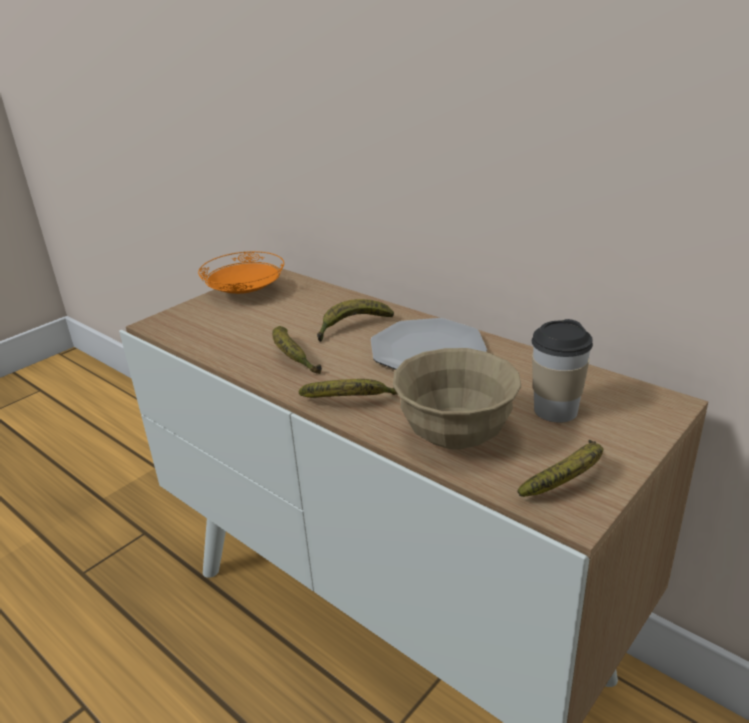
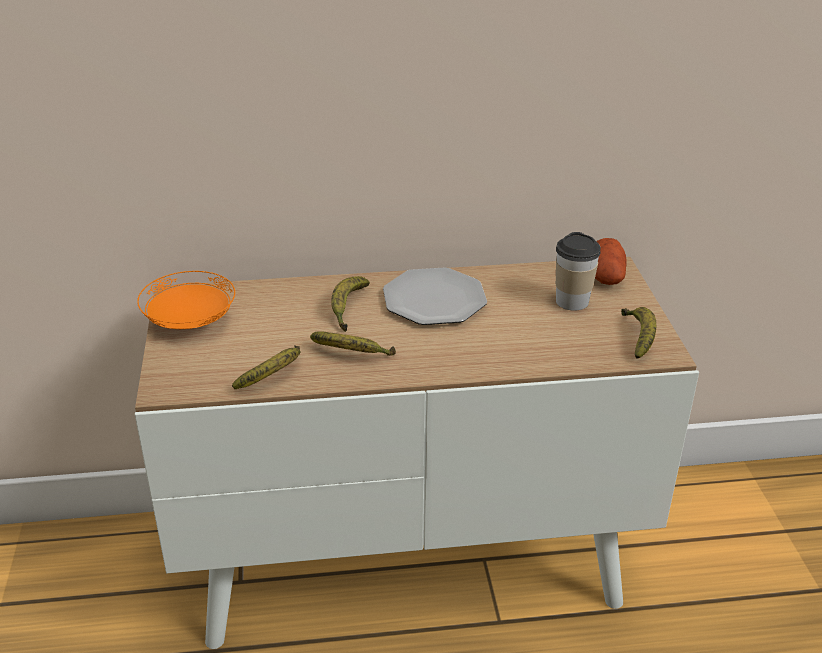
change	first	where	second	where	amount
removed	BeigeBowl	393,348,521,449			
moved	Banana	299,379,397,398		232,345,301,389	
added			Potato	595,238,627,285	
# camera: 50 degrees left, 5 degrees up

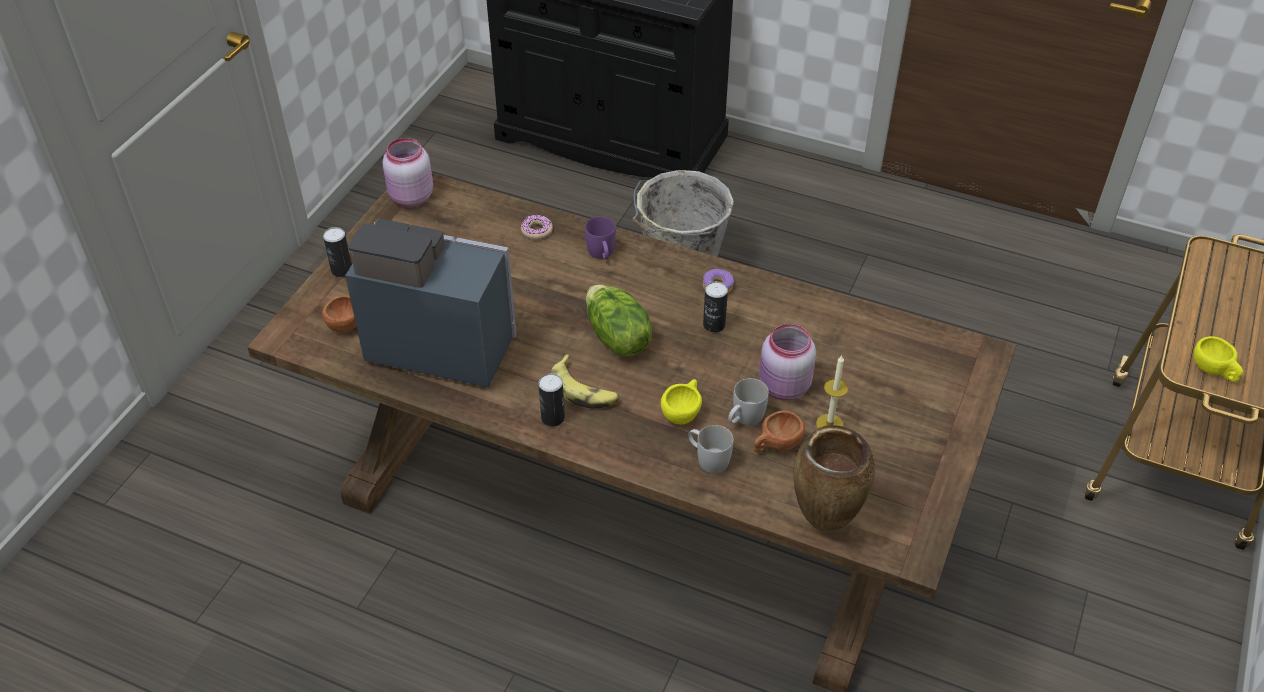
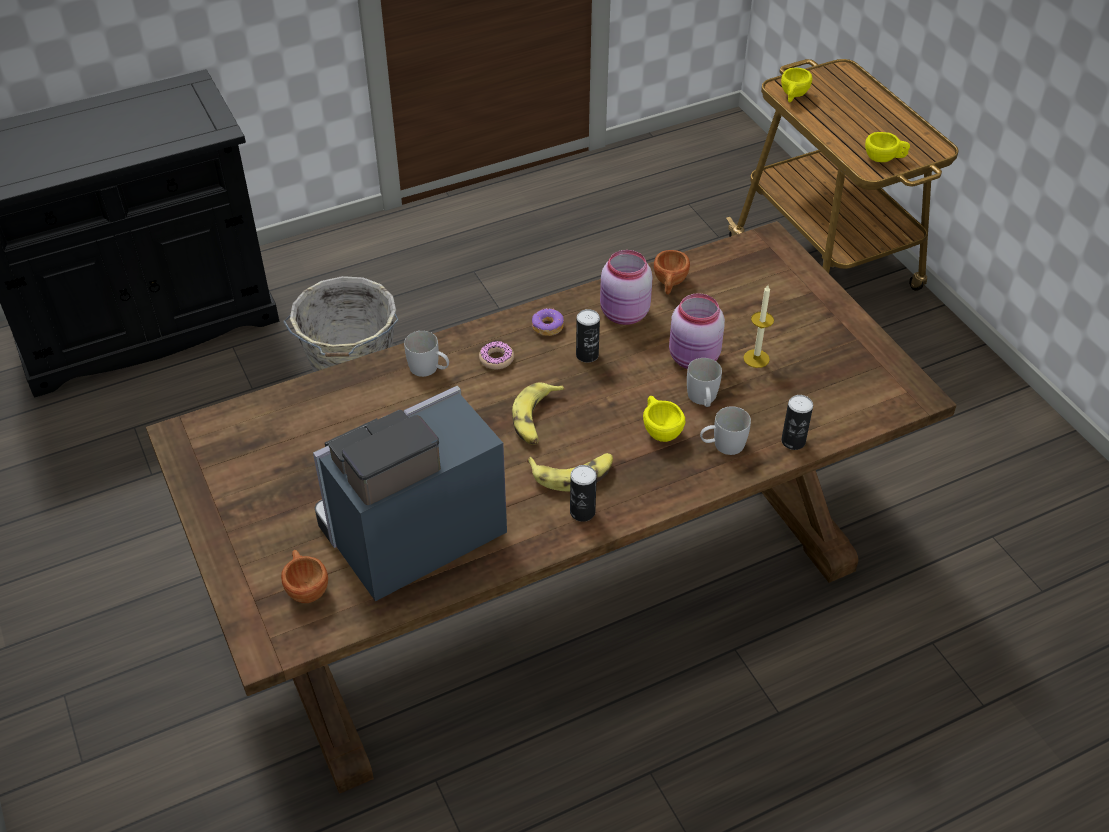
change	first	where	second	where	amount
moved	PinkJar	382,138,433,207		600,250,653,325	
moved	Donut	521,215,553,240		479,341,514,369	
recoloured	PurpleMug	585,216,616,260	WhiteMug	404,331,449,377	
moved	Can	323,227,352,277		781,395,813,450	
replaced	Lettuce	586,285,652,356	Banana	512,382,565,445	
moved	BrownCup	754,410,805,453		654,250,690,295	
removed	BrownVase	793,425,875,532			
added			YellowCup	781,68,812,103	
# camera: 50 degrees left, 0 degrees up

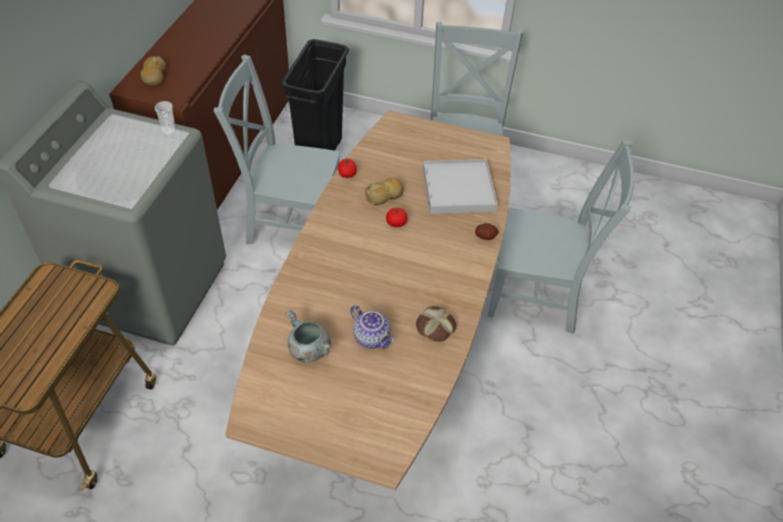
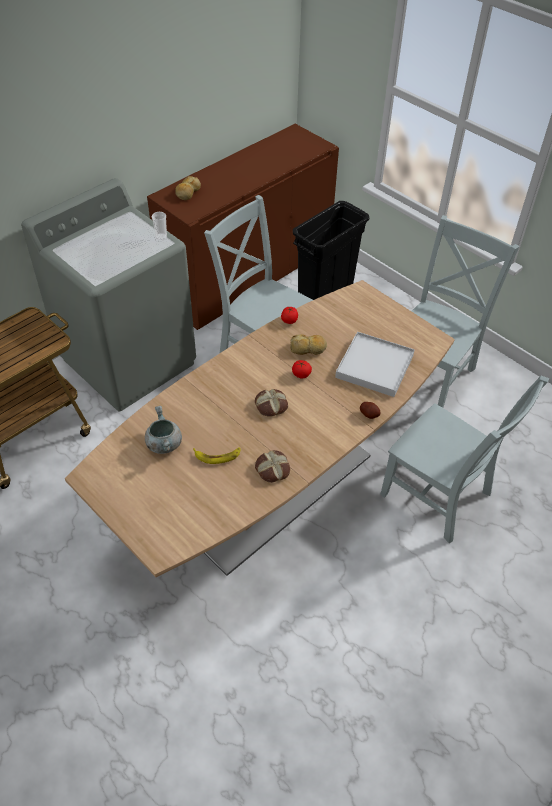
change	first	where	second	where	amount
replaced	Teapot	350,305,394,349	Banana	193,447,241,464	
added			Bread	255,389,288,417	
# camera: 30 degrees right, 0 degrees up

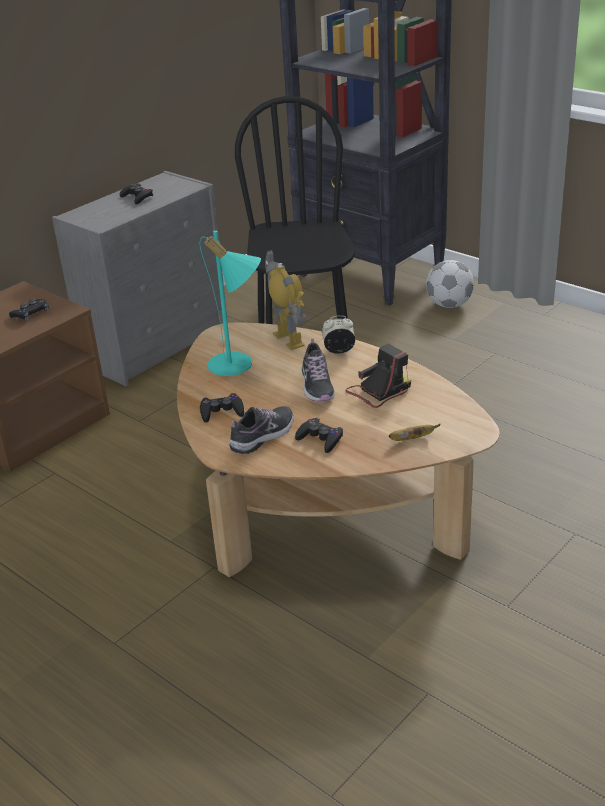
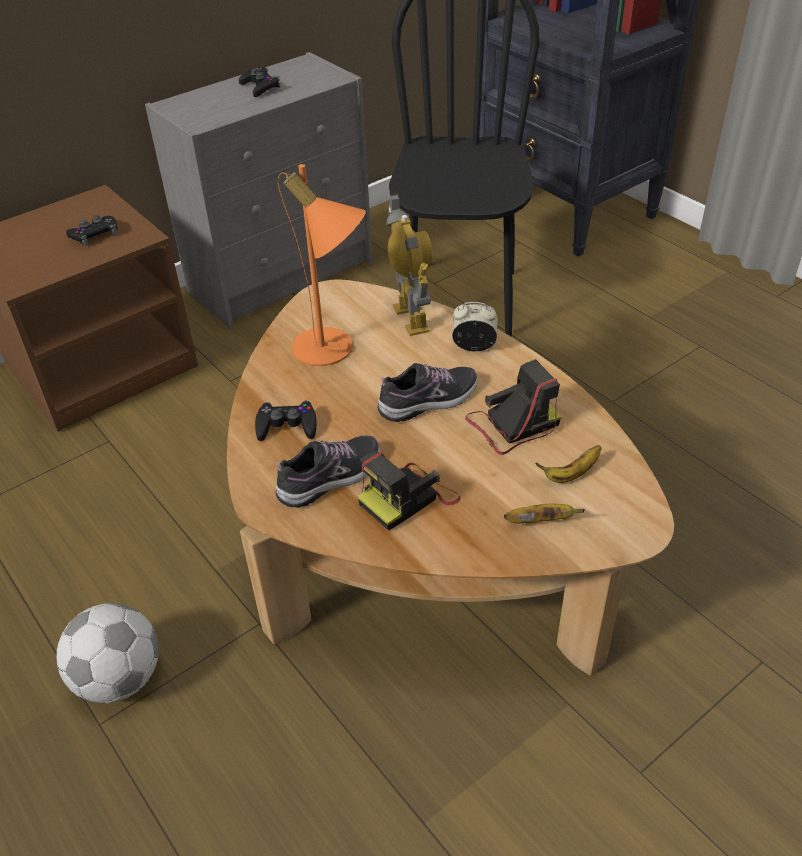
change	first	where	second	where	amount
recoloured	TurquoiseTableLamp	199,230,261,376	OrangeTableLamp	277,164,366,366	
moved	Football	426,260,474,308		56,603,159,703	
turned	Shoe	302,339,335,402		378,363,477,422	120 degrees counterclockwise
replaced	BlackGameController	295,418,343,453	PhotoCamera	357,451,461,531	
added			Banana	535,445,601,483	
# camera: 10 degrees right, 10 degrees up

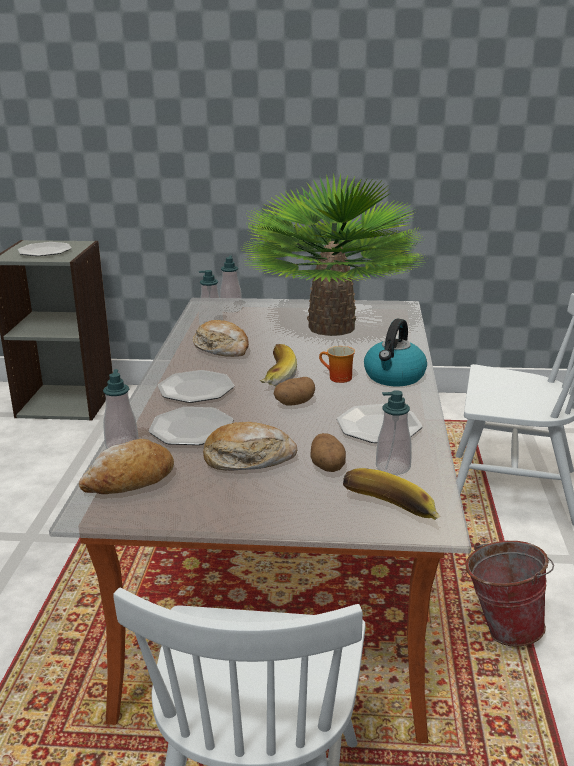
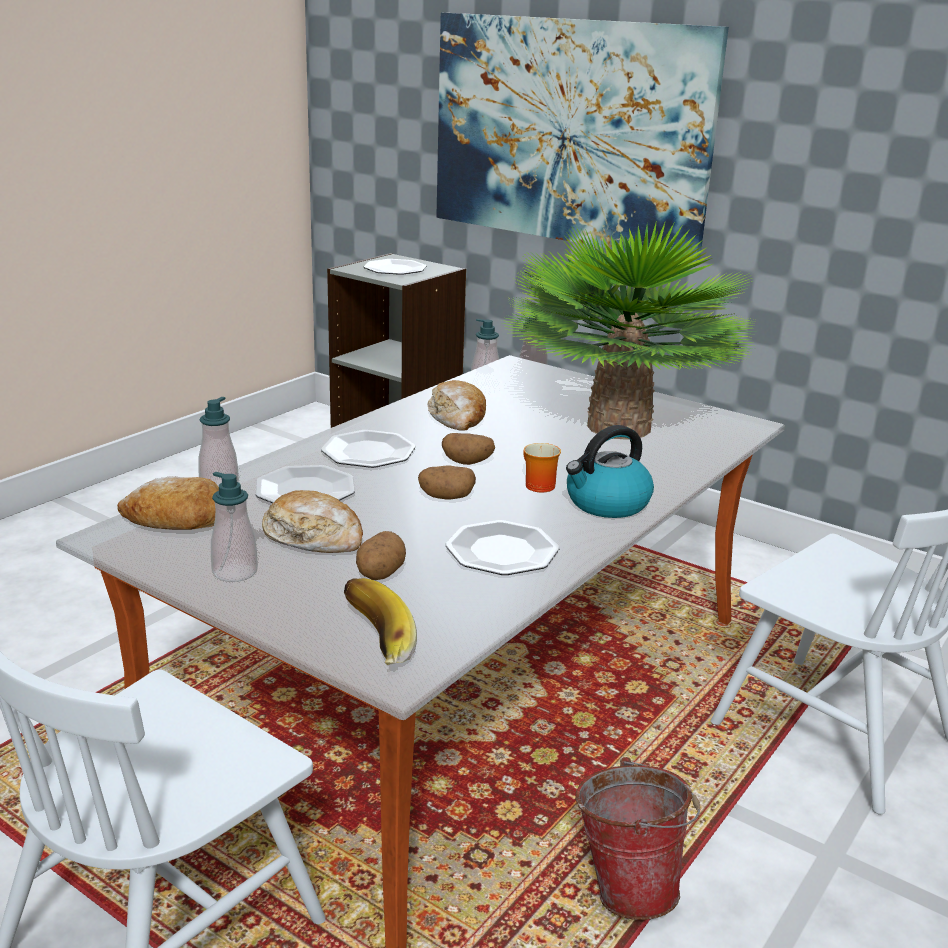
change	first	where	second	where	amount
replaced	Banana	260,344,297,386	Potato	442,433,495,465	
moved	SoapDispenser	376,390,412,475		211,472,258,582	
added			Picture	436,13,729,263	
# camera: 30 degrees right, 0 degrees up

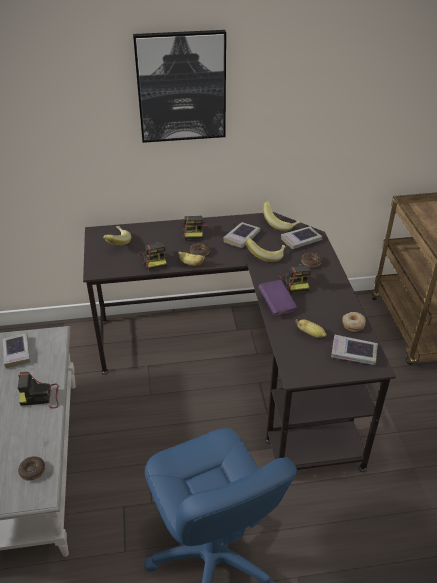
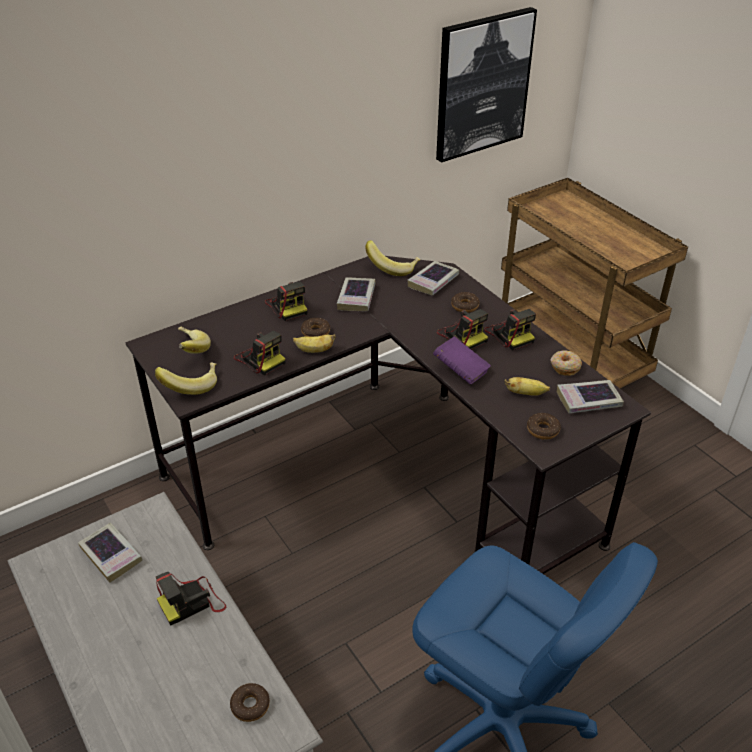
change	first	where	second	where	amount
moved	Picture	133,30,226,143		436,7,537,162	
moved	Banana	246,238,286,262		155,362,217,395	
added			PhotoCamera	484,309,536,350	
added			Donut	527,413,561,440	
# camera: 25 degrees left, 0 degrees up

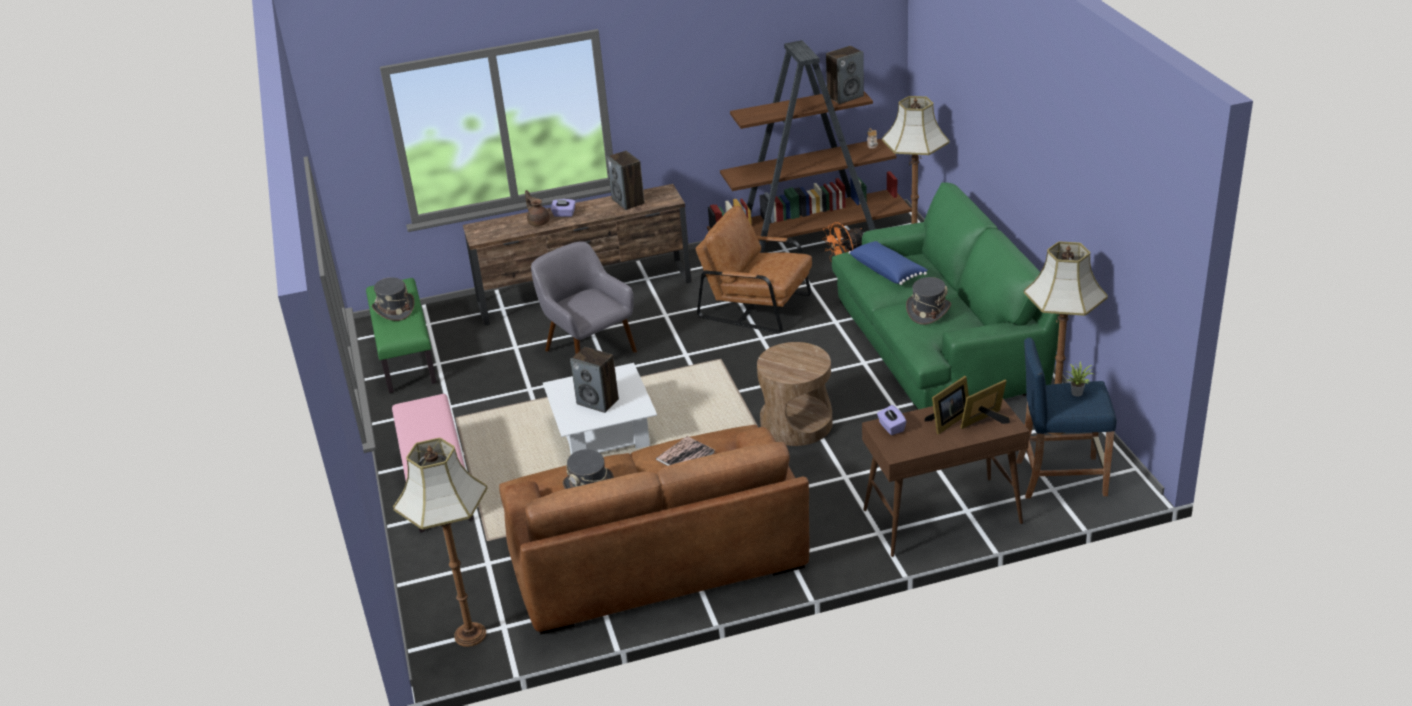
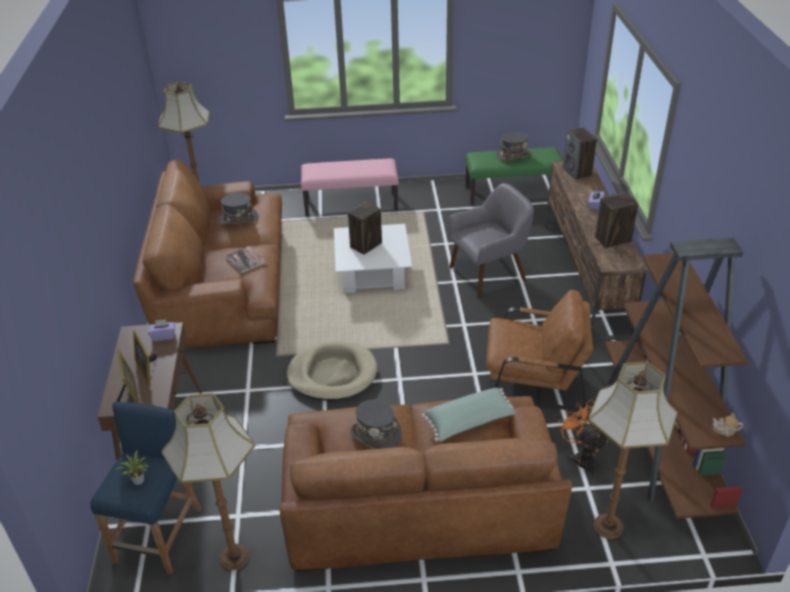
change	first	where	second	where	amount
moved	Speaker	826,46,864,104		563,127,597,180	
recoloured	GreenSofa	832,182,1060,410	BrownSofa	280,396,572,572	
removed	BrownTeapot	525,190,550,226			
turned	BrownArmchair	696,206,812,334		486,290,593,411	60 degrees clockwise
recoloured	BluePillow	849,241,928,285	GreenPillow	421,388,516,441	
replaced	BrownSideTable	757,342,833,446	BeigeDogBed	287,341,377,401	
# camera: 100 degrees right, 5 degrees up

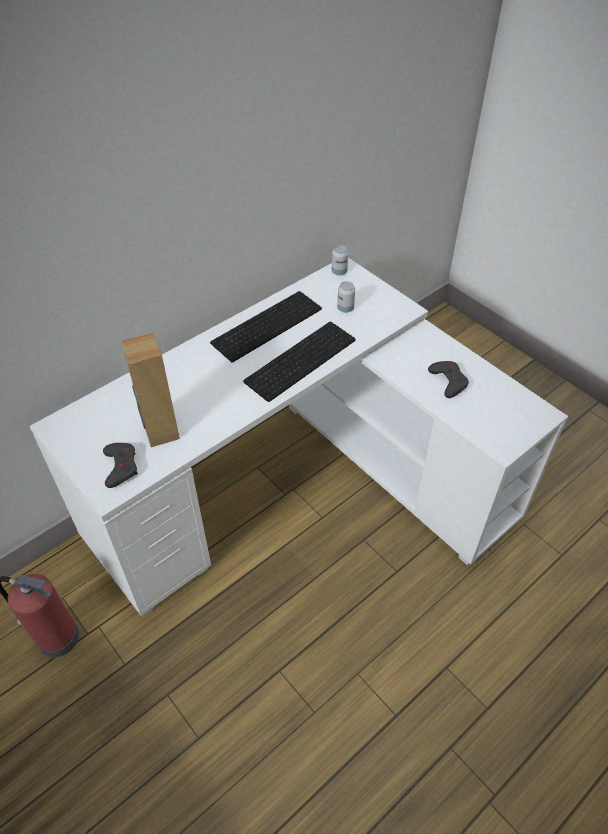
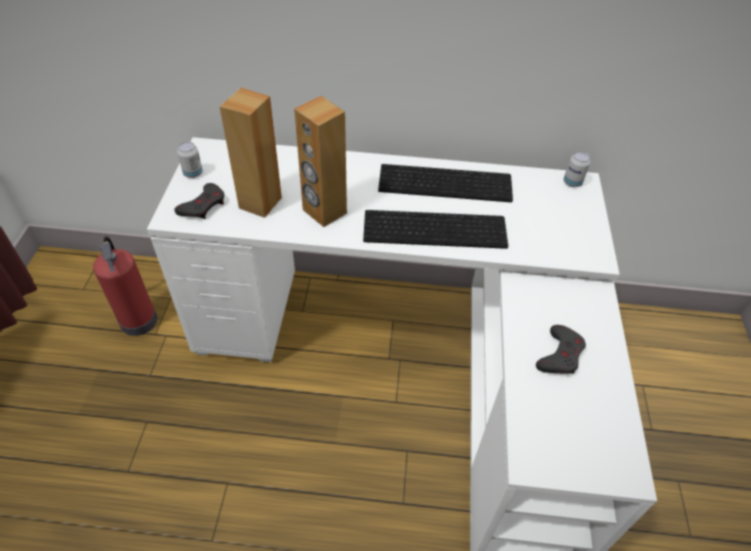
change	first	where	second	where	amount
moved	Can	337,281,355,313		177,142,203,178	
added			BrownSpeaker	294,96,347,227	
# camera: 45 degrees right, 0 degrees up

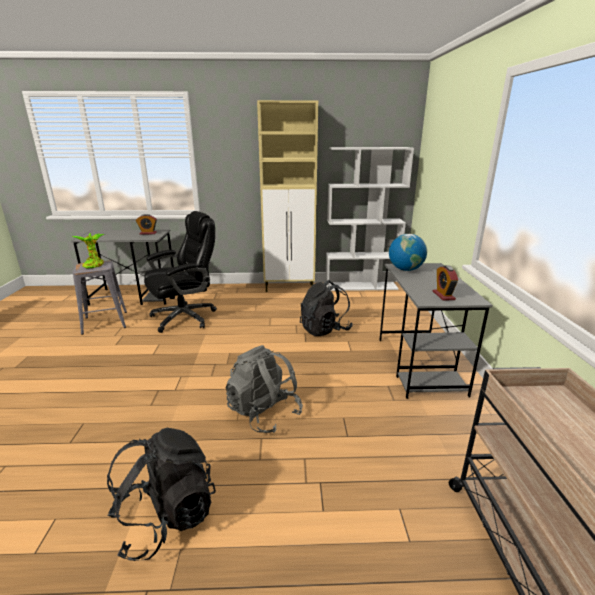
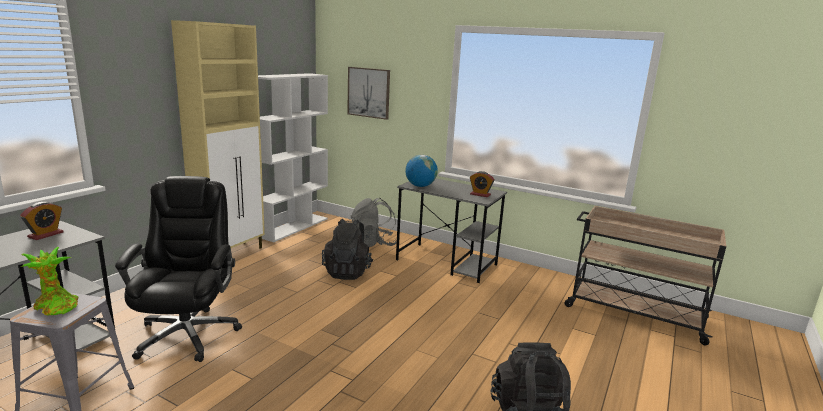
change	first	where	second	where	amount
moved	GreyBackpack	226,345,303,433		351,198,397,247	
added			Picture	347,67,390,120	
# camera: 60 degrees left, 5 degrees down

